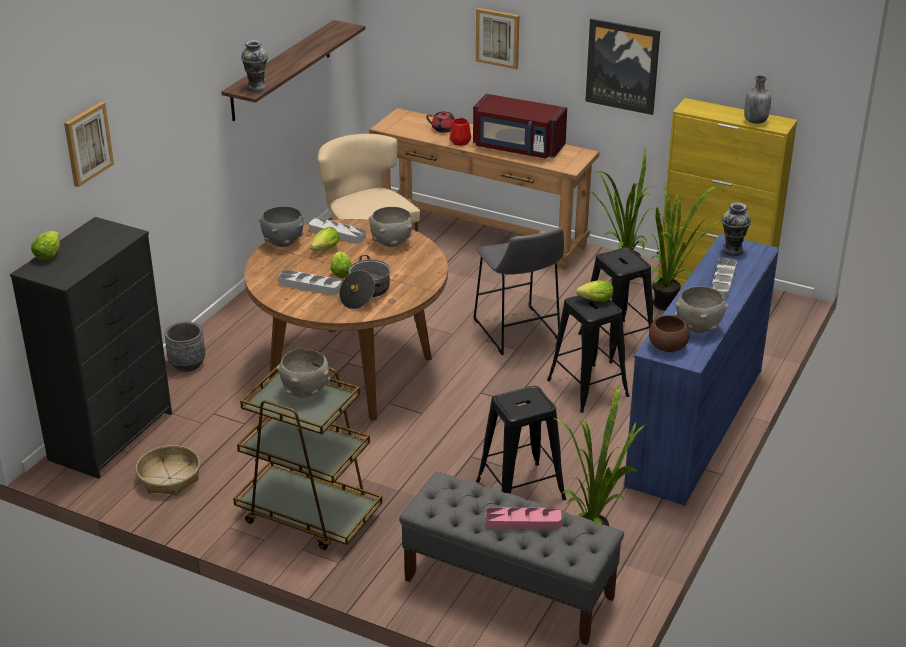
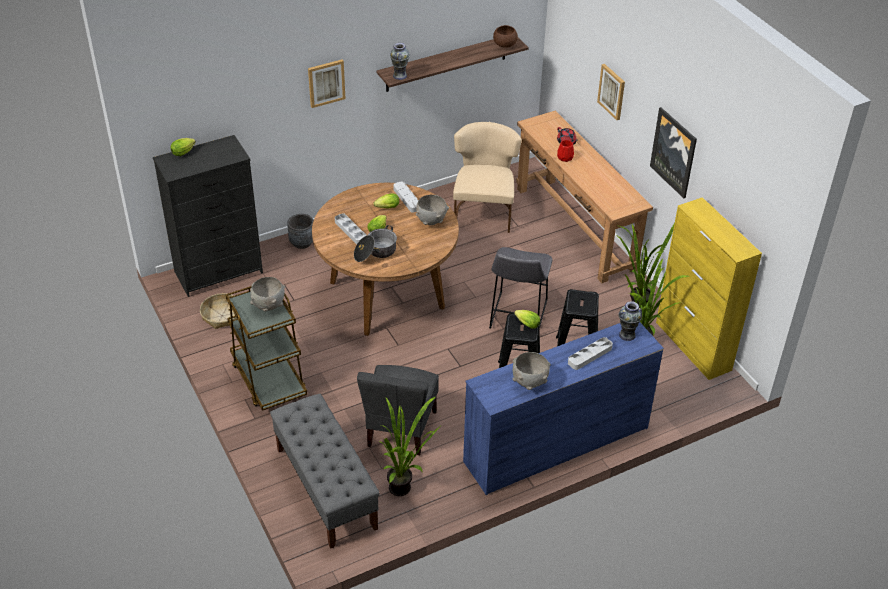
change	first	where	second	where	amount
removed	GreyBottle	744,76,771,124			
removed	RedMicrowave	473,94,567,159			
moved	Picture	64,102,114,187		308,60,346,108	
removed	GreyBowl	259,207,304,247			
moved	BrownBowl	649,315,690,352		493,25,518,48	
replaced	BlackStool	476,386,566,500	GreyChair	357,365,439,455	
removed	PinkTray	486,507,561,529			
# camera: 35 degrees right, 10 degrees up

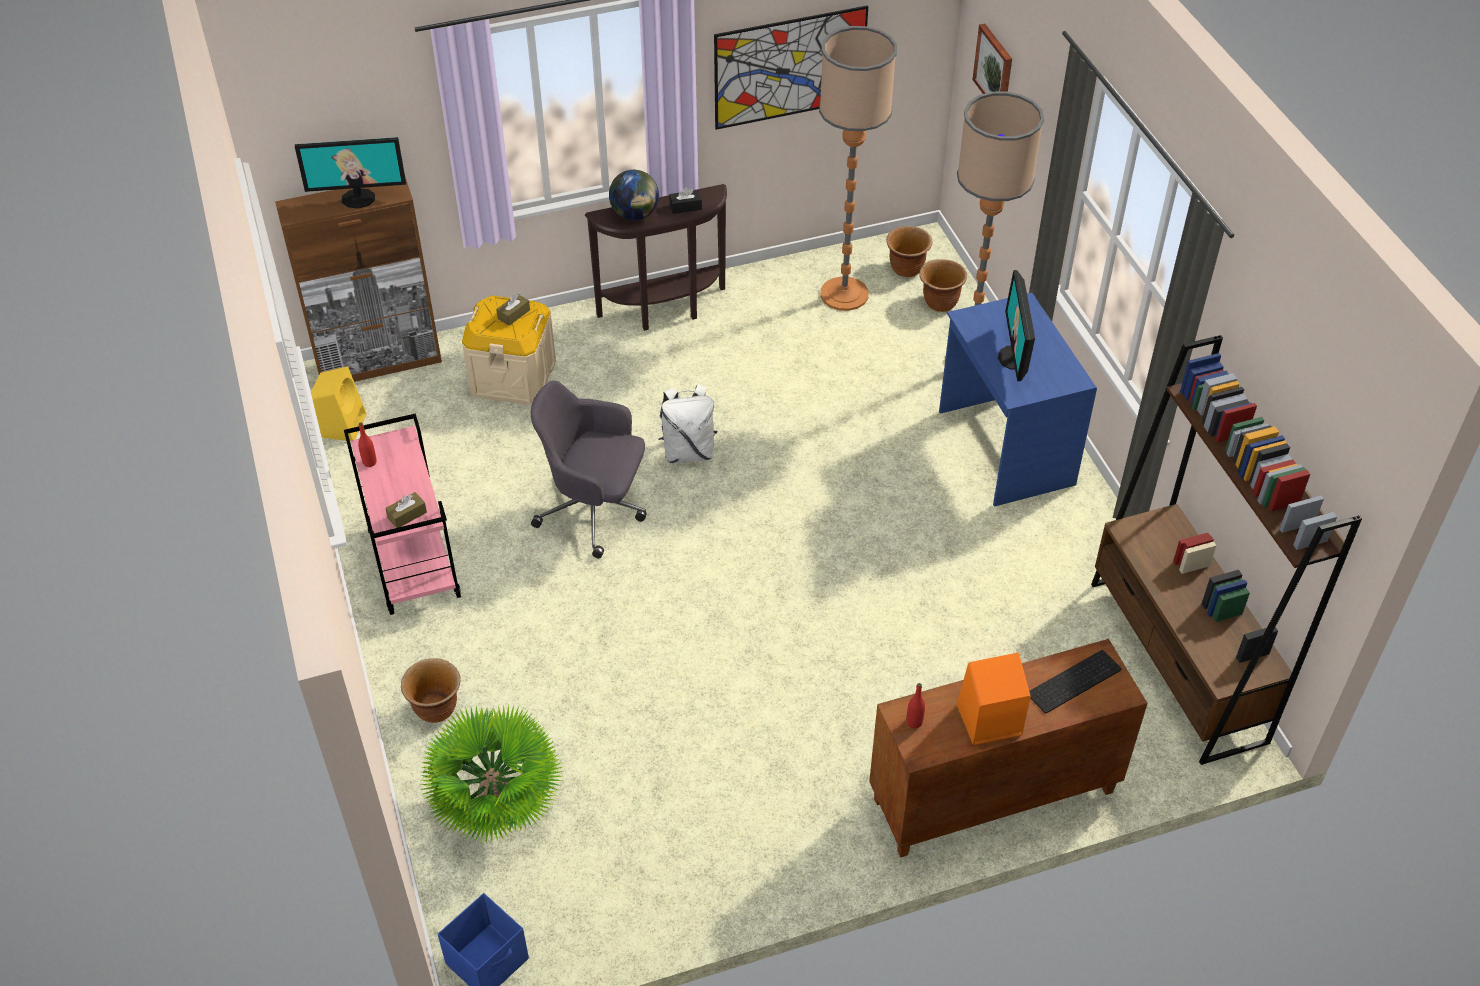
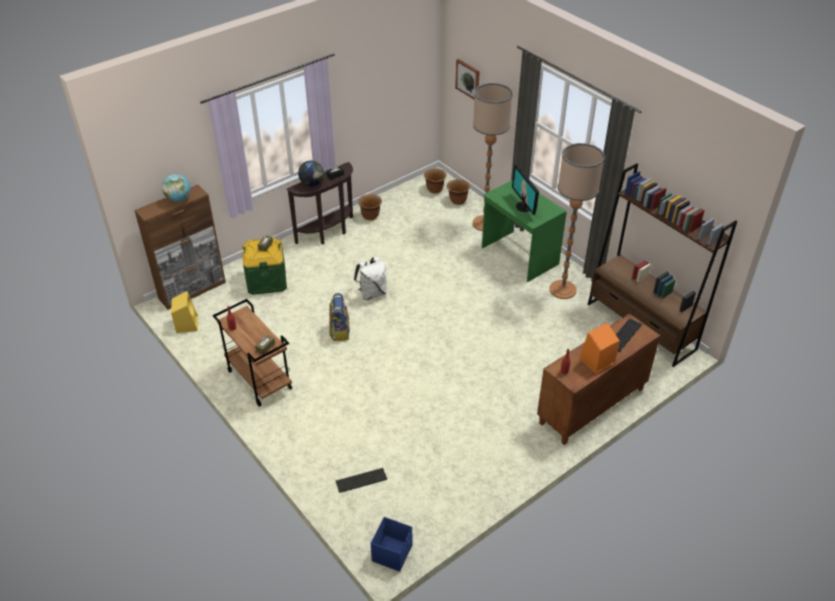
change	first	where	second	where	amount
removed	Picture	714,5,868,130			
moved	FloorLamp	819,26,897,311		549,143,605,299	
replaced	Monitor	295,137,406,209	Globe	162,174,191,202	
recoloured	BlueDesk	939,292,1097,507	GreenDesk	482,180,567,282	
recoloured	BeigeStorageBox	462,296,556,405	GreenStorageBox	242,238,287,295	
replaced	GreyOfficeChair	531,381,647,558	Backpack	329,293,350,341	
recoloured	PinkCart	344,413,461,615	BrownCart	213,299,292,407	
moved	BrownPlanter	401,658,460,723		358,194,382,220	
replaced	PottedPlant	420,704,565,843	Keyboard	336,468,387,493	
# camera: 20 degrees left, 5 degrees down

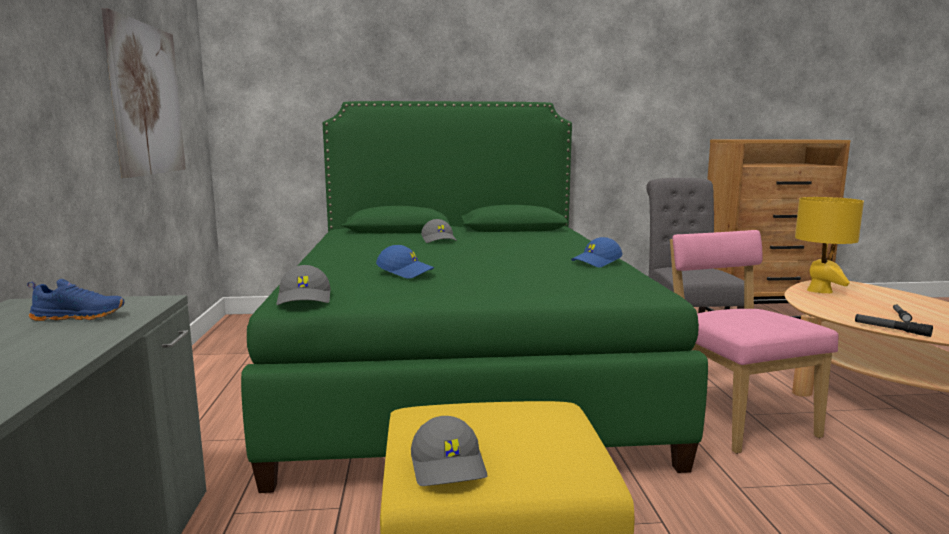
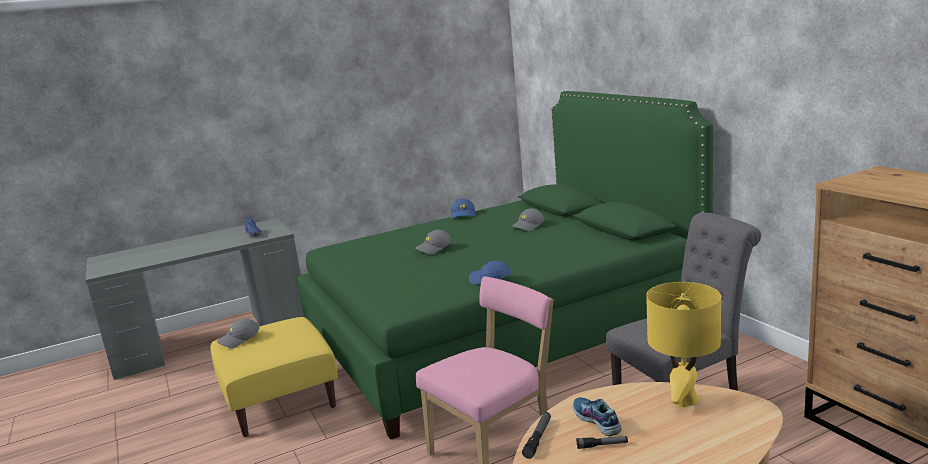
change	first	where	second	where	amount
removed	Picture	101,8,186,178			
moved	BlueCap	376,245,434,279		451,198,475,219	
moved	GreyCap	276,265,331,305		415,230,452,254	
added			Shoe	573,397,622,436	
# camera: 70 degrees right, 5 degrees up

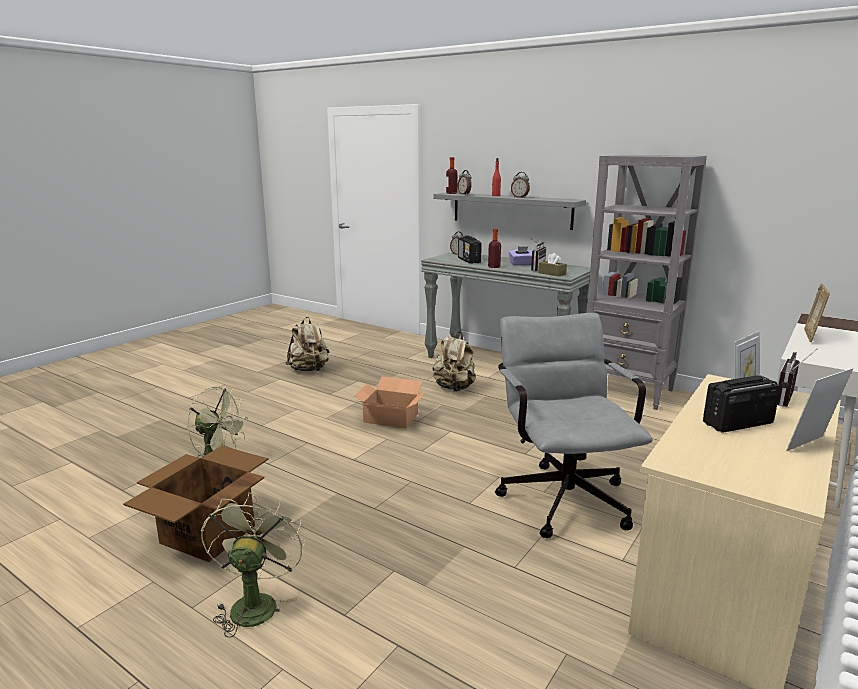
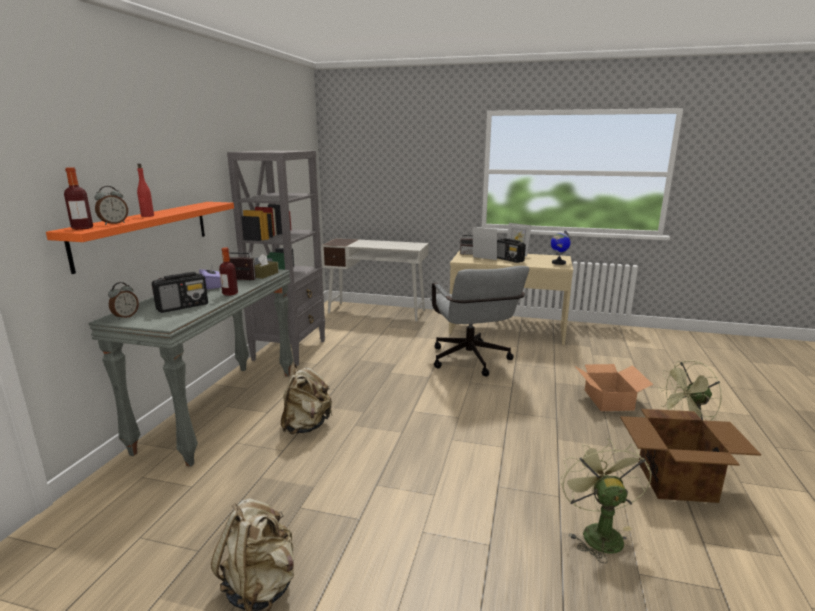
change	first	where	second	where	amount
removed	AlarmClock	511,172,530,198			
recoloured	GreyShelf	433,192,586,230	OrangeShelf	46,202,234,274	
removed	PictureFrame	804,283,830,342			
turned	GreyOfficeChair	495,313,653,538		430,266,529,376	75 degrees counterclockwise
moved	CardboardBox	354,376,427,429		575,364,653,411	
added			Globe	551,231,571,265	
# camera: 110 degrees left, 0 degrees up

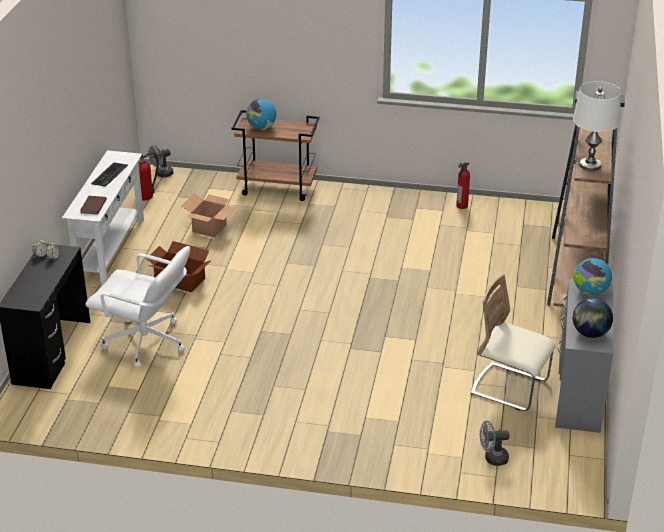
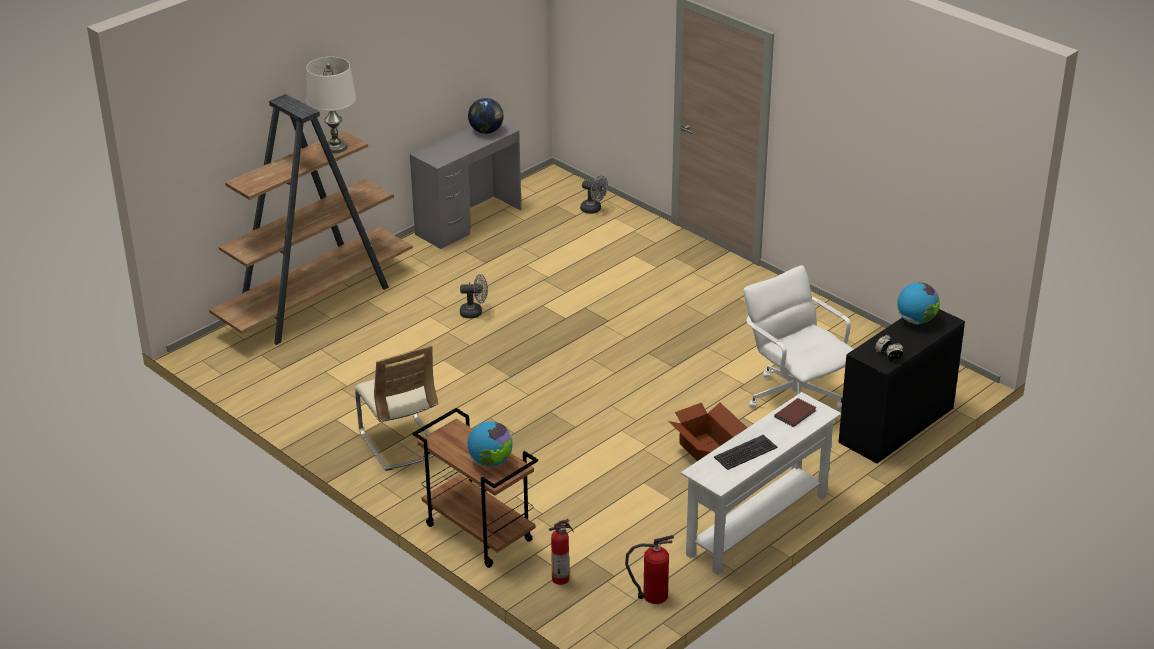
change	first	where	second	where	amount
moved	GreyFan	148,146,173,177		460,274,488,318	
moved	FireExtinguisher	456,163,470,209		549,519,574,585	
removed	CardboardBox	181,193,236,238			
moved	Globe	573,258,612,296		897,282,940,325	
moved	BeigeChair	471,274,556,411		355,345,438,471	
# camera: 145 degrees left, 0 degrees up

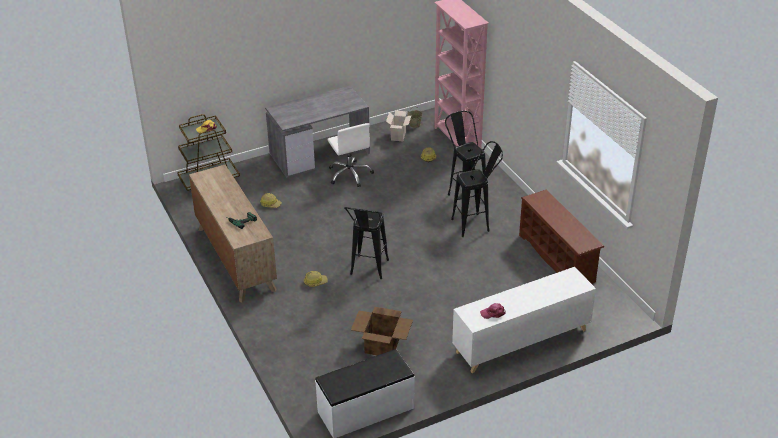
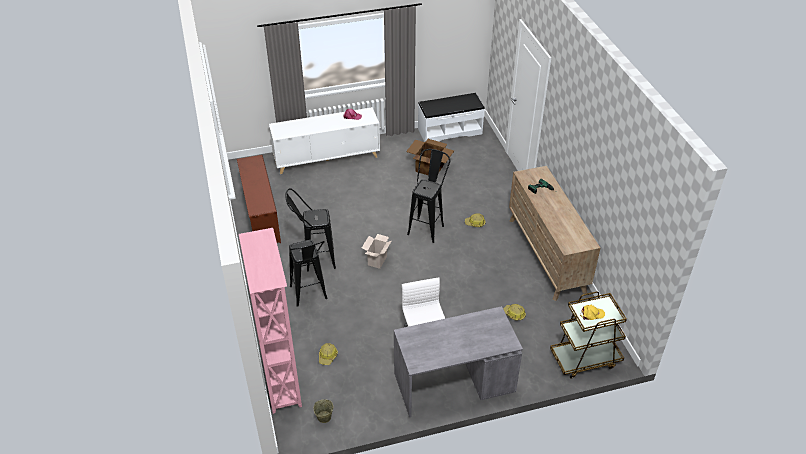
change	first	where	second	where	amount
moved	CardboardBox	386,110,411,142		362,234,391,269	
# camera: 170 degrees left, 5 degrees up

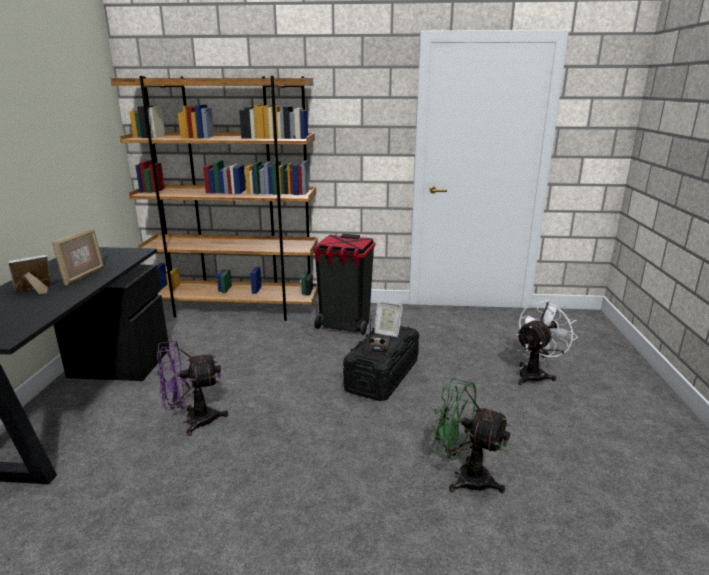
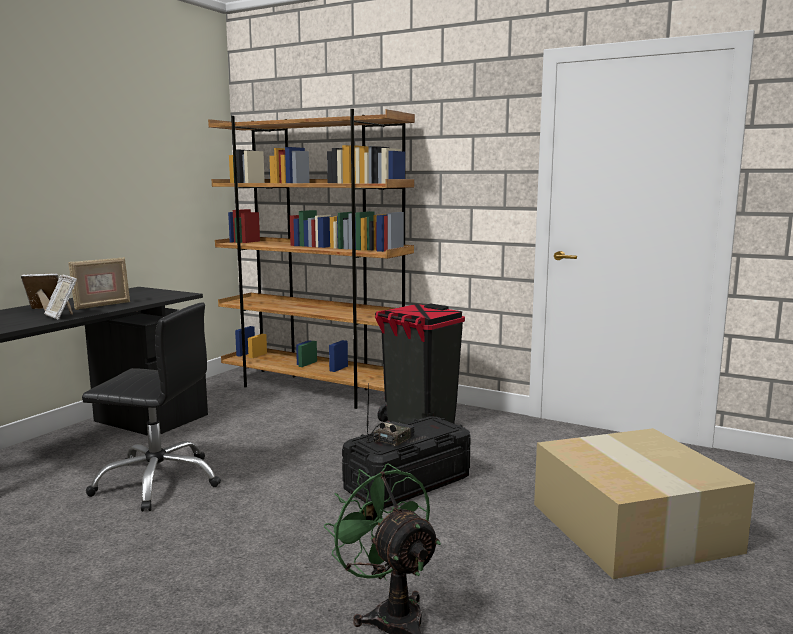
change	first	where	second	where	amount
replaced	WhiteFan	516,299,578,385	CardboardBox	534,428,755,579	
moved	PictureFrame	374,301,403,337		44,274,77,319	
replaced	PurpleFan	157,341,229,436	BlackOfficeChair	82,303,221,512	
# camera: 25 degrees right, 10 degrees down

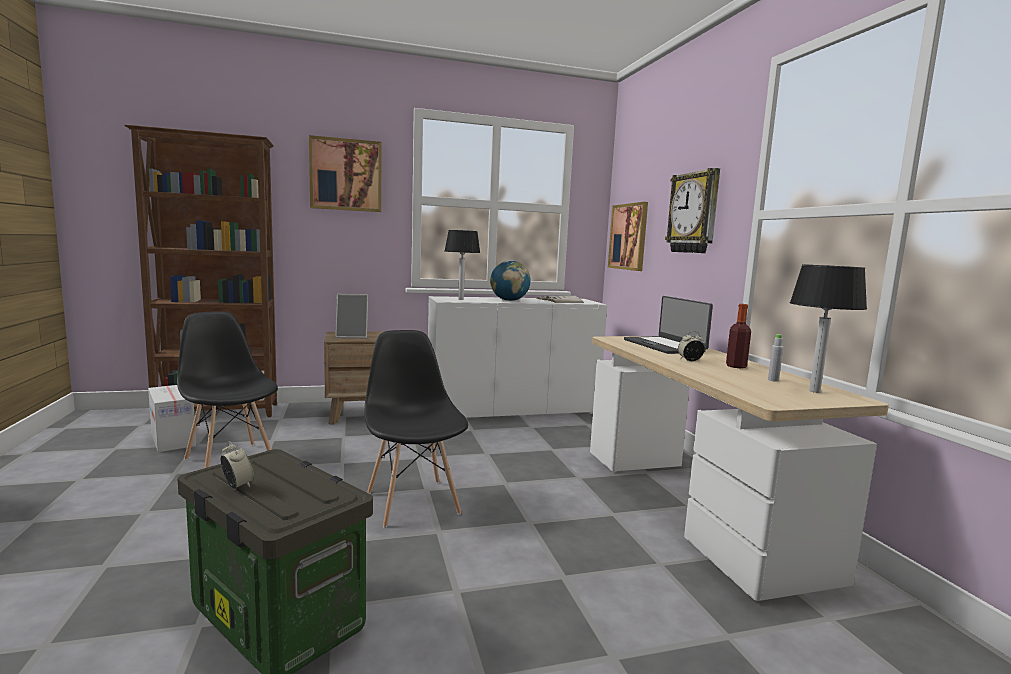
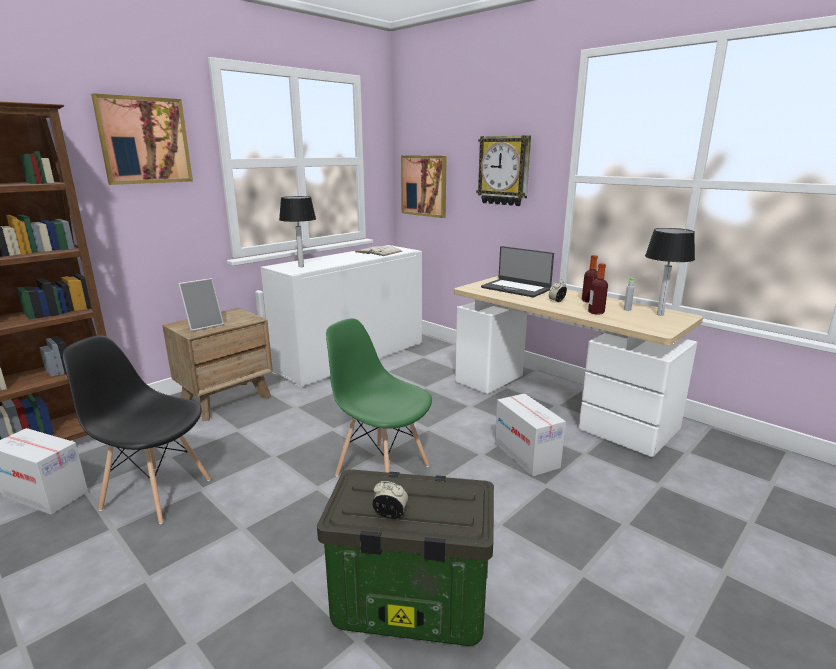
change	first	where	second	where	amount
removed	Globe	490,260,531,301			
recoloured	BlackChair	364,330,468,528	GreenChair	326,318,432,477	
added			Bottle	588,263,608,315	
added			CardboardBox	495,393,566,477	
# camera: 30 degrees left, 10 degrees up

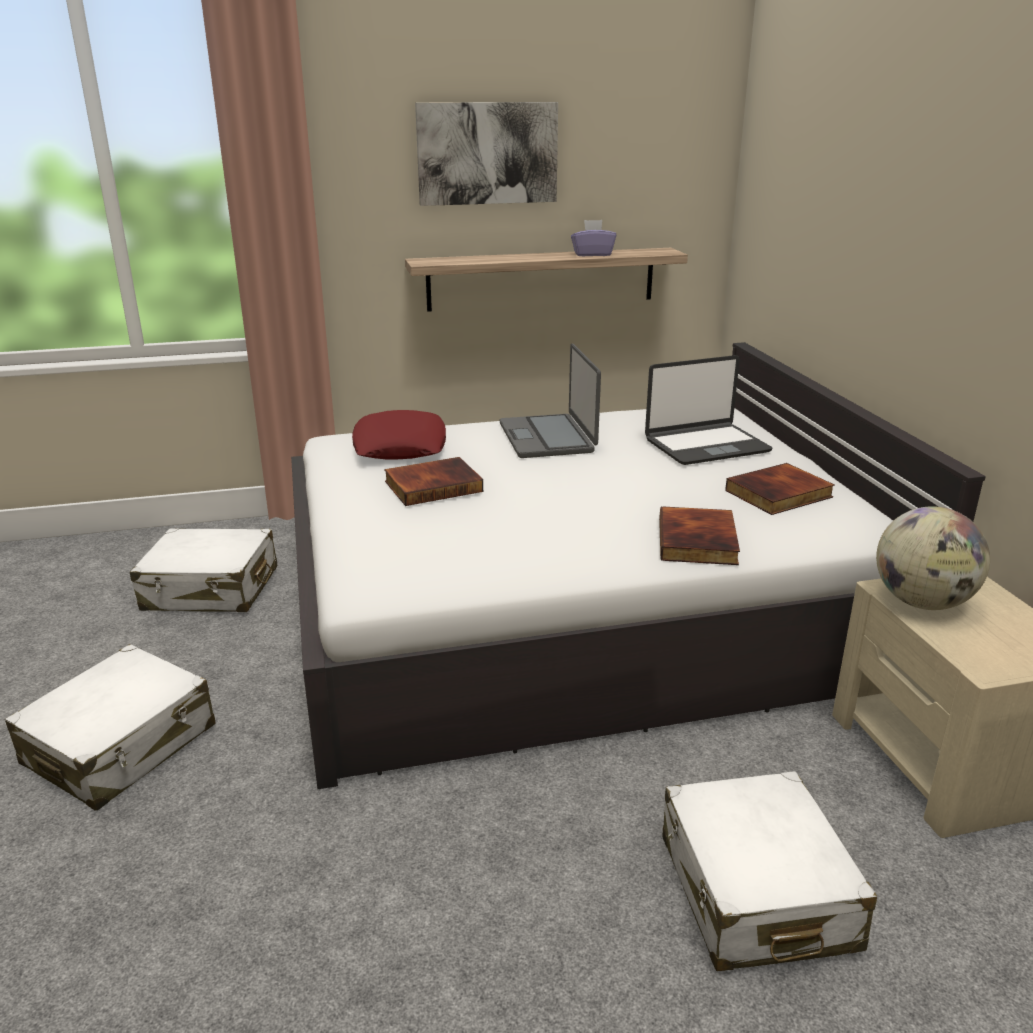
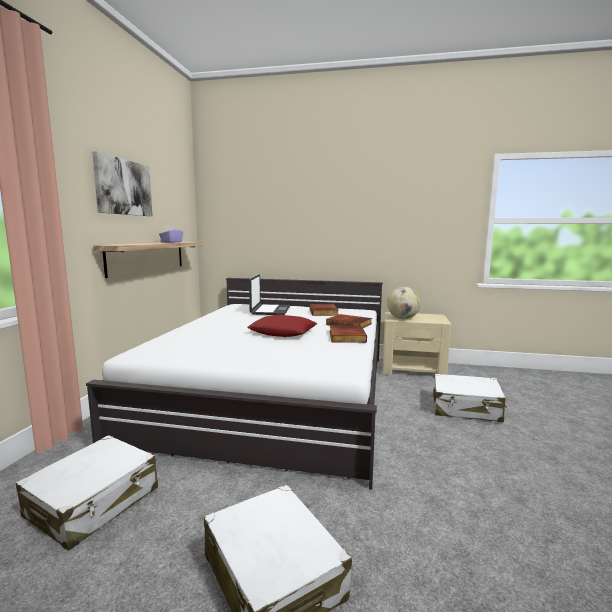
change	first	where	second	where	amount
removed	Laptop	500,343,601,458			
moved	RedPillow	352,410,446,459		247,315,317,337	
moved	Book	384,457,483,506		329,325,367,343	
# camera: 65 degrees left, 15 degrees down

